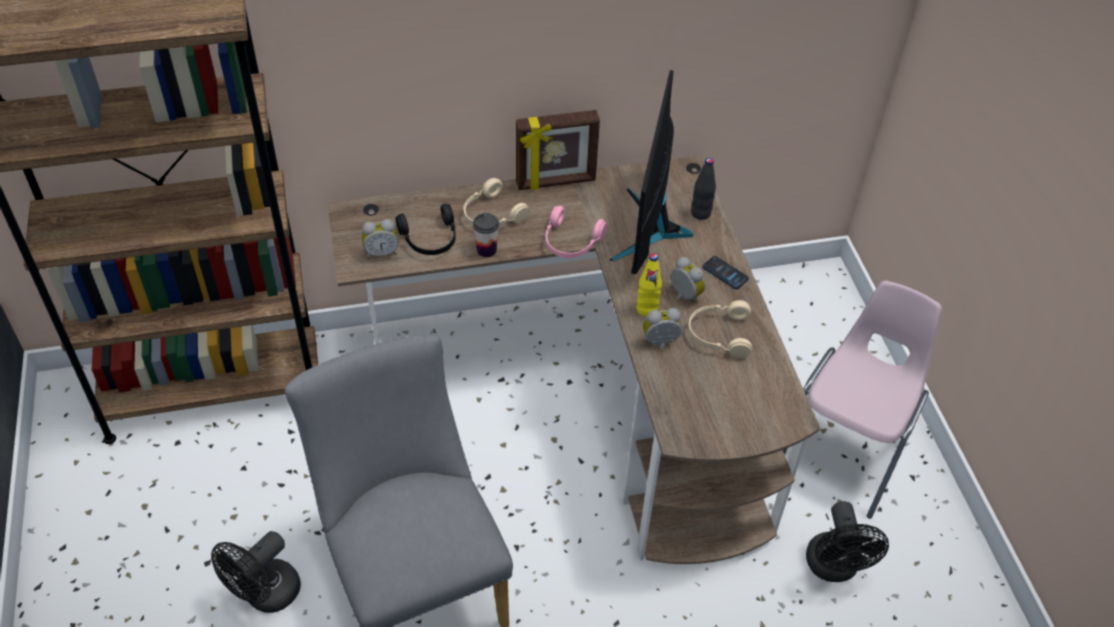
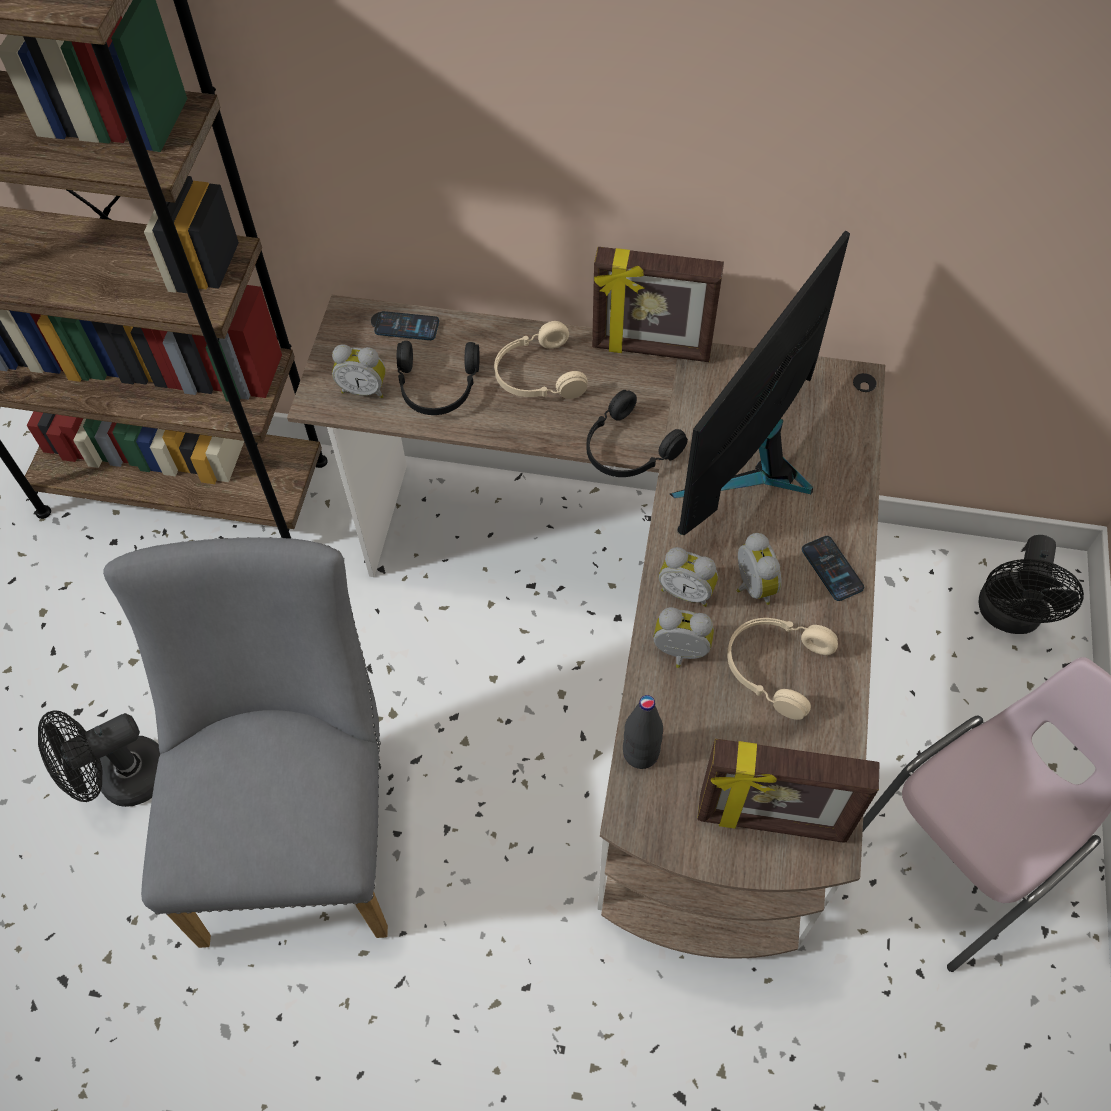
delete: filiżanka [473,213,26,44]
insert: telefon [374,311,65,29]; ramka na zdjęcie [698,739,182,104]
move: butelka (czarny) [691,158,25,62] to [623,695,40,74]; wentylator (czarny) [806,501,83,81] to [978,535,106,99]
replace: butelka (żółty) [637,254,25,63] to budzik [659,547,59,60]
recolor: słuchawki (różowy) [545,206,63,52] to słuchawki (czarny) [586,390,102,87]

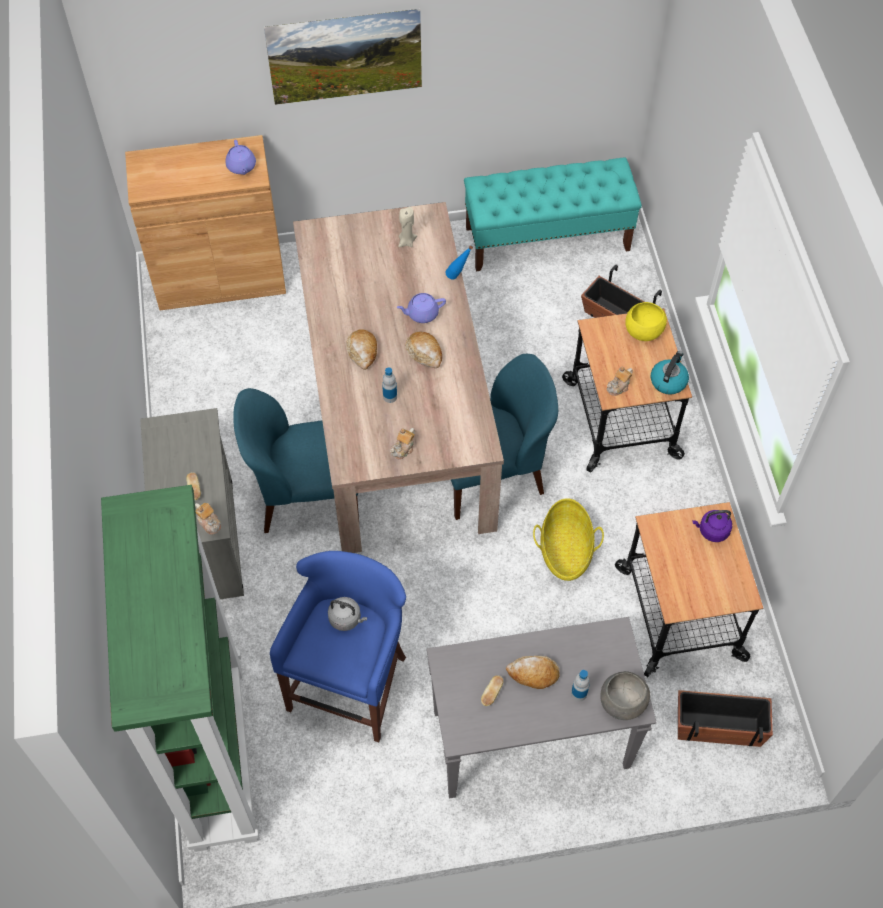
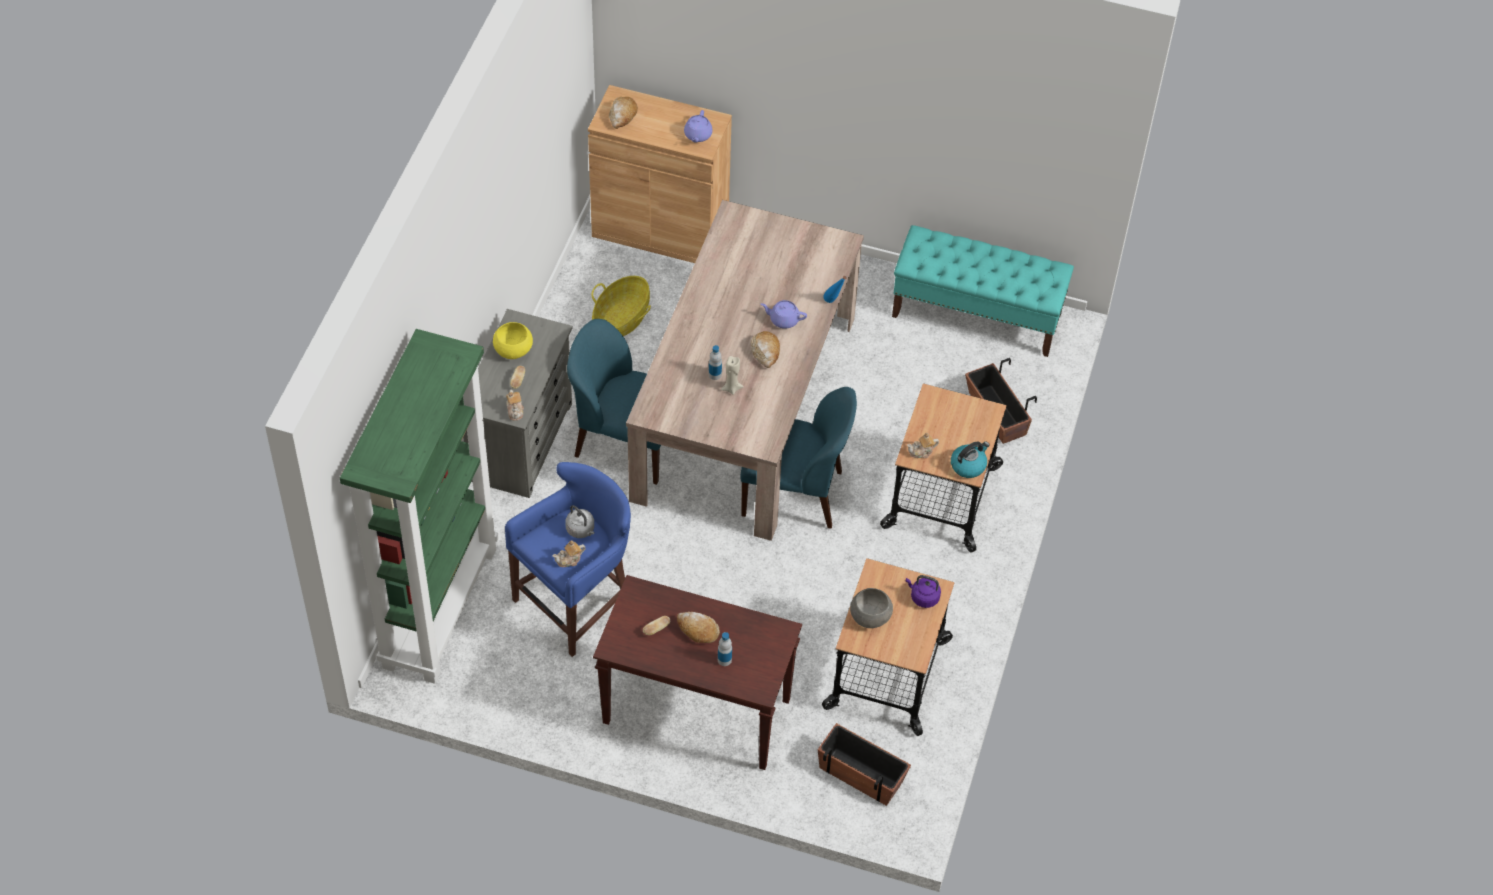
delete: obraz [264,9,158,96]
move: miska (żółty) [625,302,42,39] to [493,322,40,37]; imbryk [390,428,25,31] to [553,540,33,27]; koszyk [533,498,71,83] to [591,276,60,60]; chleb [346,329,31,41] to [609,97,29,32]; świeca (beżowy) [398,207,19,40] to [721,356,23,39]; miska (szary) [600,671,50,49] to [850,588,43,40]
recolor: stolik konsolowy (szary) [427,617,230,181] to stolik konsolowy (brązowy) [593,575,209,195]

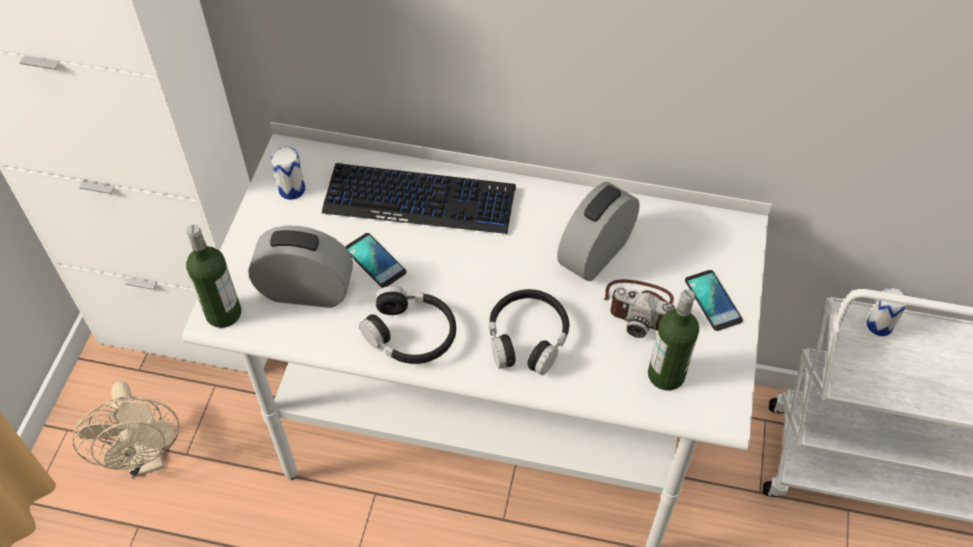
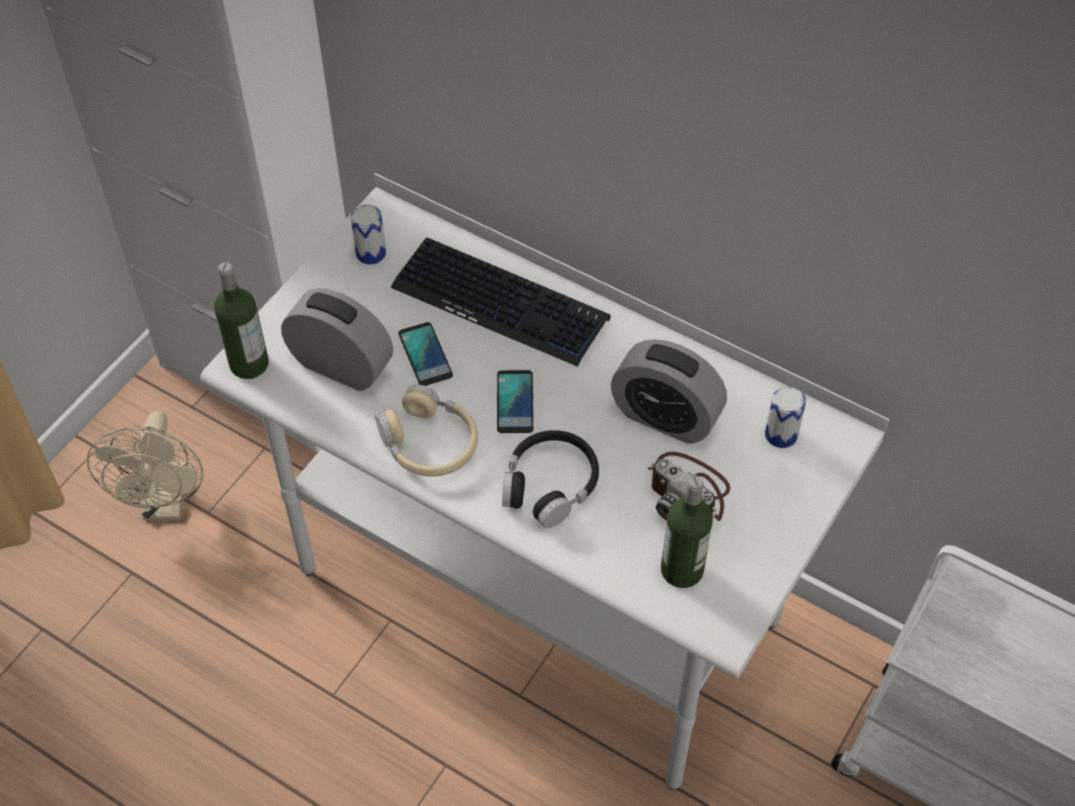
move: telefon [685,270,58,61] to [497,370,36,63]; puszka [867,288,40,48] to [765,386,41,62]
recolor: słuchawki (czarny) [359,286,97,78] to słuchawki (beżowy) [375,384,103,93]
rotate: budzik [557,182,83,99] = [611,339,116,105] 120 degrees counterclockwise

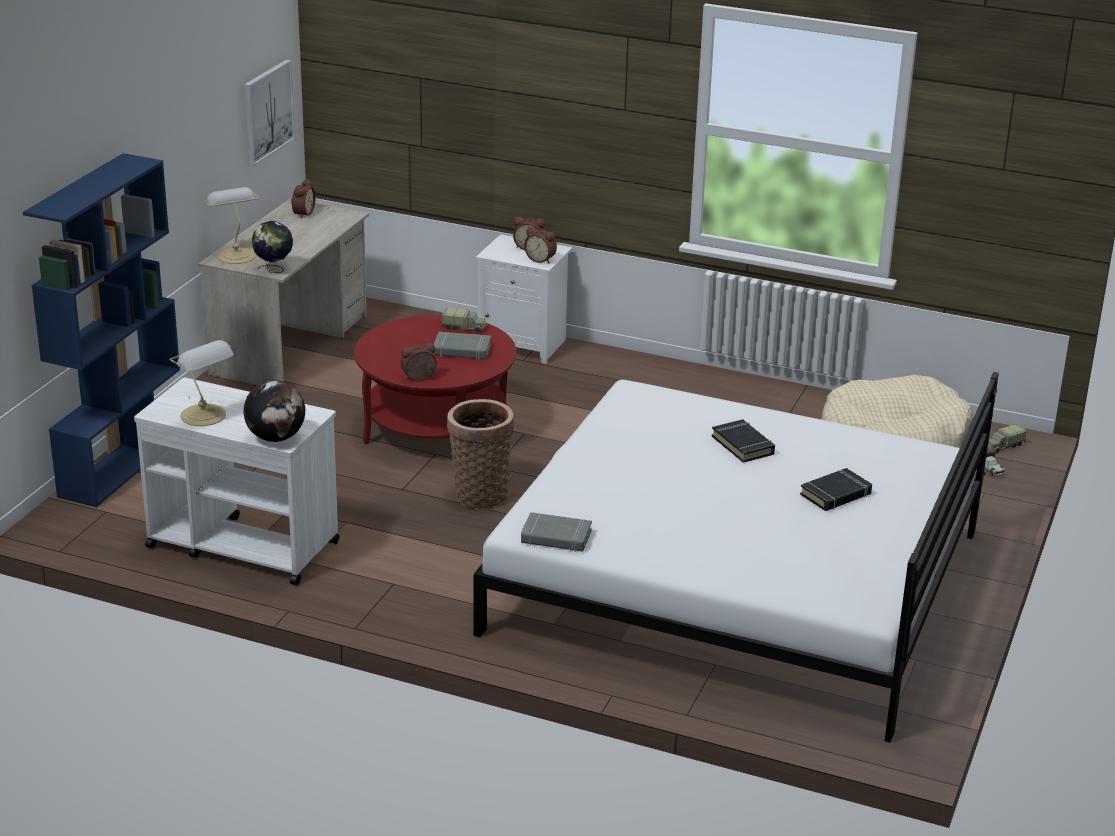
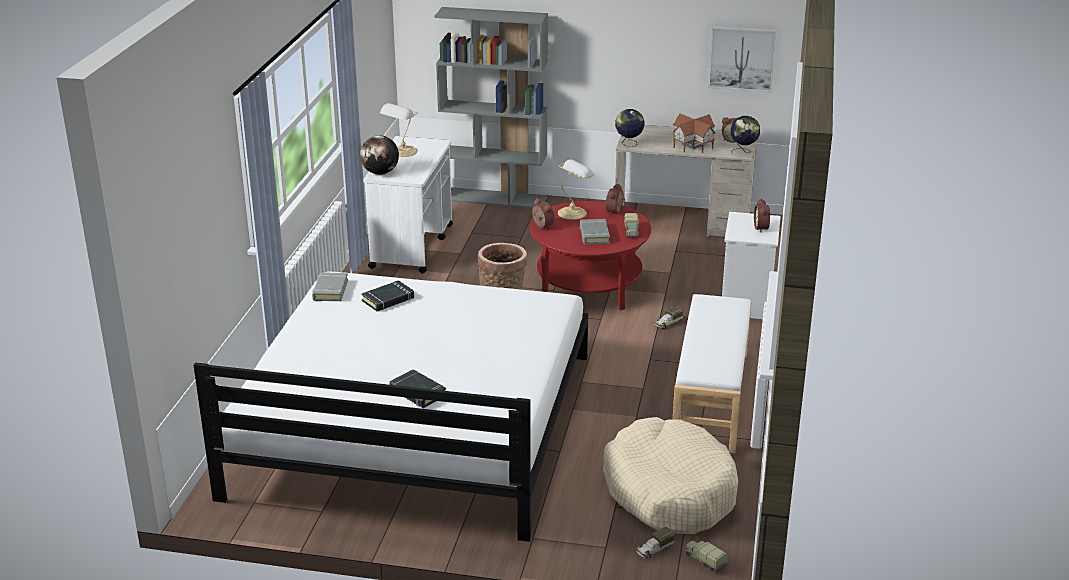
insert: ciężarówka zabawkowa [655,306,29,23]; domek [673,114,42,39]; ławka (biały) [673,294,79,159]; globus [731,116,29,37]
move: książka (czarny) [712,419,63,44] to [361,280,53,32]; lampa stołowa [205,187,54,77] to [558,160,37,60]; budzik [524,227,33,37] to [606,183,19,31]
recolor: regał (niebieski) [23,153,157,354] to regał (szary) [434,7,114,201]

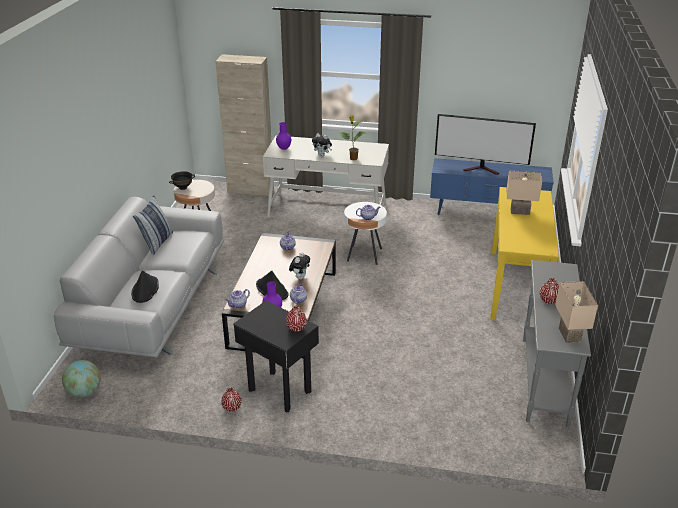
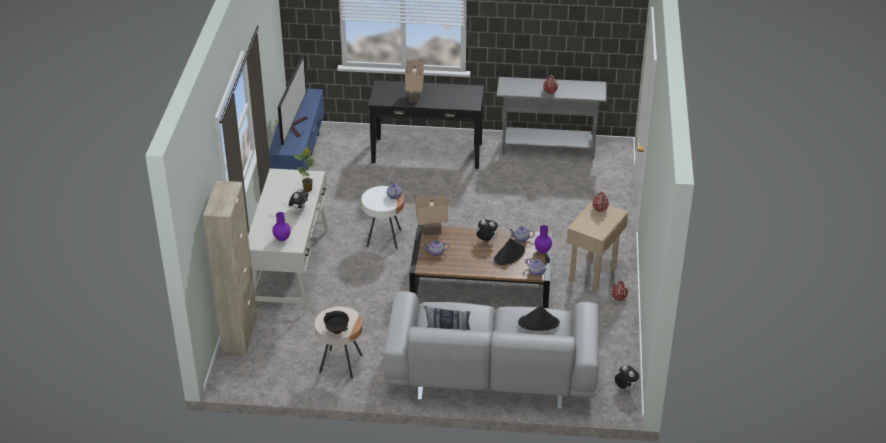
move: lampa stołowa (beżowy) [555,281,43,62] to [416,194,32,42]
replace: globus [62,360,39,37] to pluszak [614,365,25,25]
recolor: stolik konsolowy (żółty) [490,187,69,134] to stolik konsolowy (czarny) [368,80,116,89]; stolik (czarny) [233,301,86,111] to stolik (beżowy) [567,201,62,91]

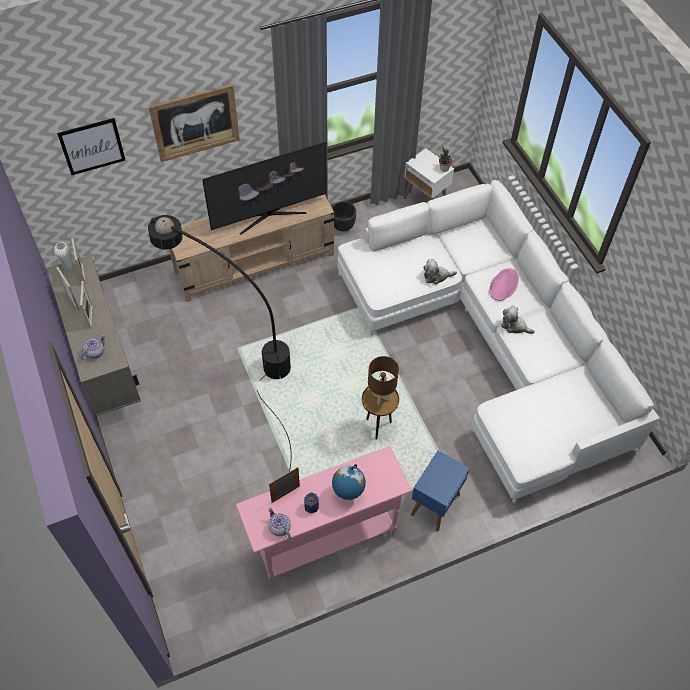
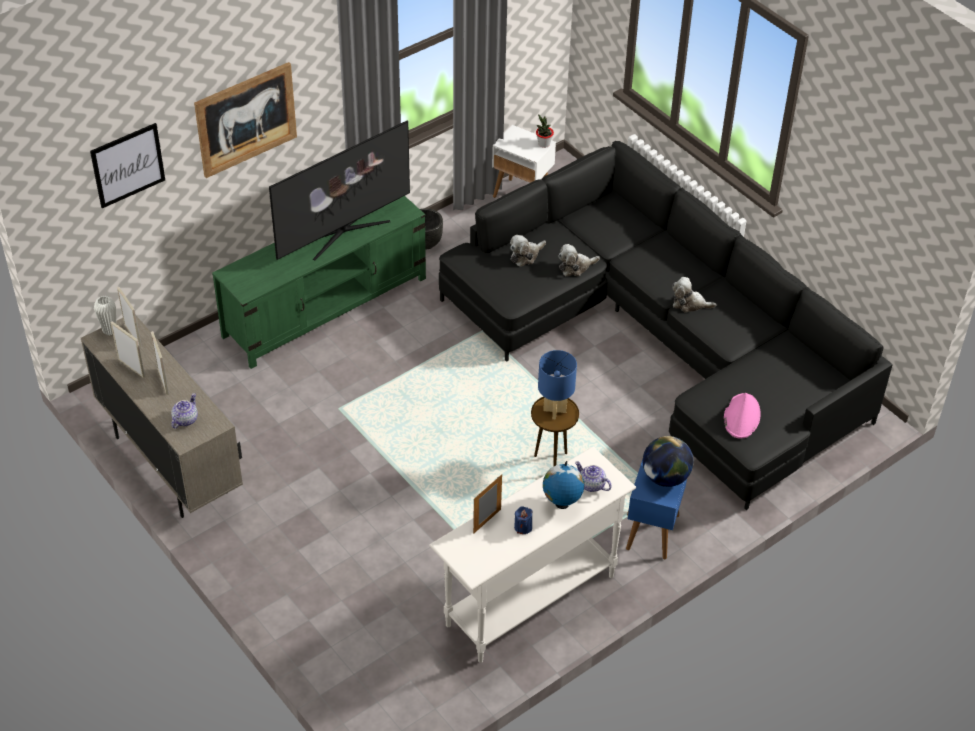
delete: lampa stojąca (czarny) [148,215,144,257]
insert: pluszak [510,235,36,32]; globus [643,436,51,51]
move: imbryk [268,507,23,32] to [575,461,37,31]; kapelusz (różowy) [489,268,30,33] to [724,393,36,45]
recolor: szafka pod telewizor (beżowy) [169,194,165,108] to szafka pod telewizor (zielony) [212,196,214,173]; stolik konsolowy (różowy) [235,446,177,139] to stolik konsolowy (biały) [429,447,207,216]; kanapa (biały) [338,180,321,323] to kanapa (czarny) [439,141,454,369]; lampa stołowa (brązowy) [368,356,31,49] to lampa stołowa (niebieski) [538,350,39,69]

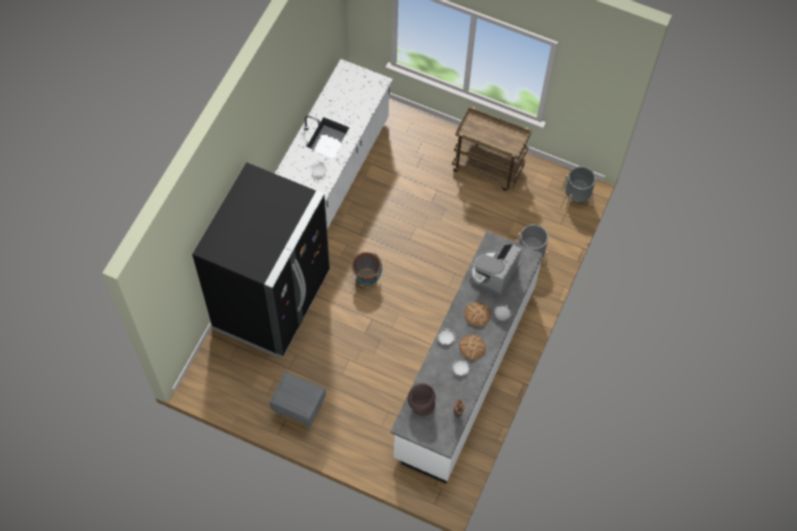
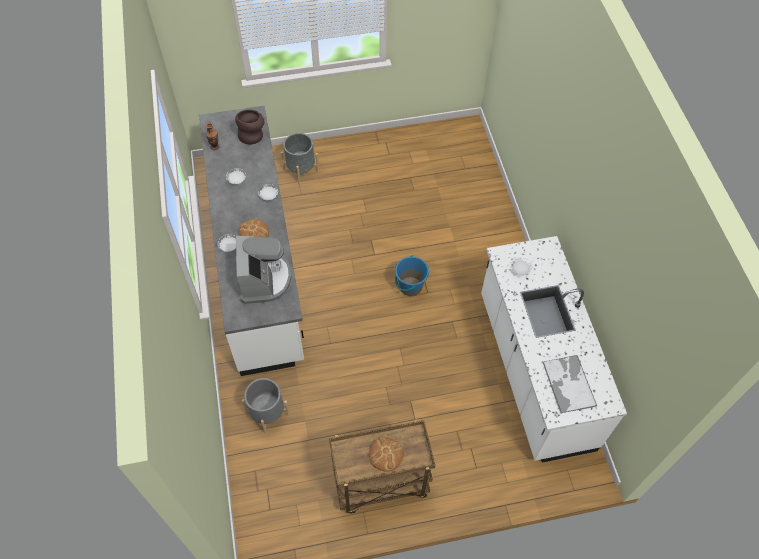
delete: lodówka (czarny) [192,162,138,196]; szafka nocna (szary) [269,371,57,60]
insert: taca [542,355,55,58]
move: donica (szary) [563,166,33,42] to [281,133,38,51]; chleb [459,335,27,25] to [369,437,35,35]
recolor: wiadro (brązowy) [352,252,30,34] to wiadro (niebieski) [395,255,34,41]

